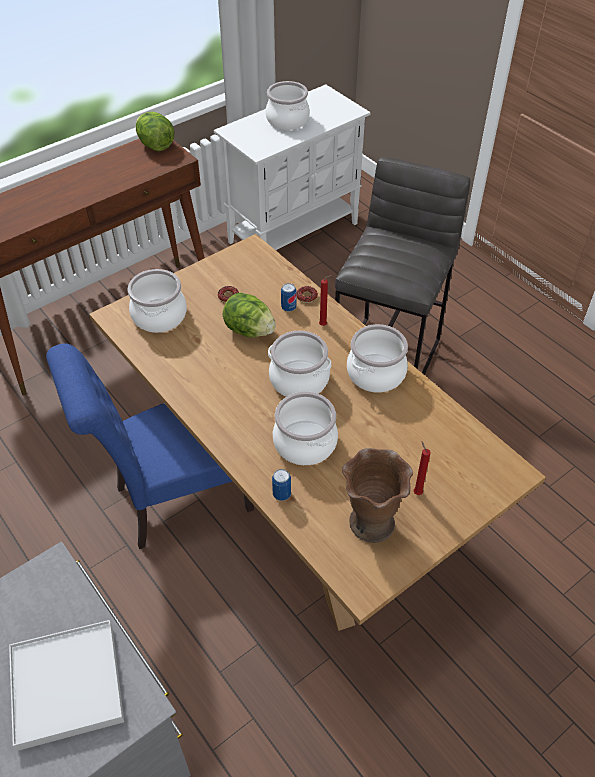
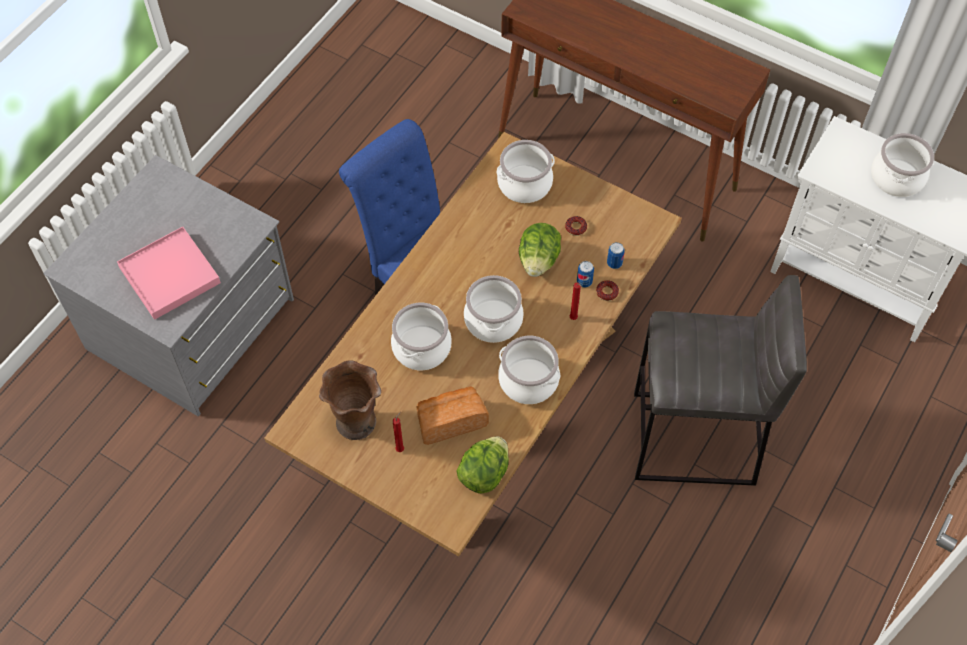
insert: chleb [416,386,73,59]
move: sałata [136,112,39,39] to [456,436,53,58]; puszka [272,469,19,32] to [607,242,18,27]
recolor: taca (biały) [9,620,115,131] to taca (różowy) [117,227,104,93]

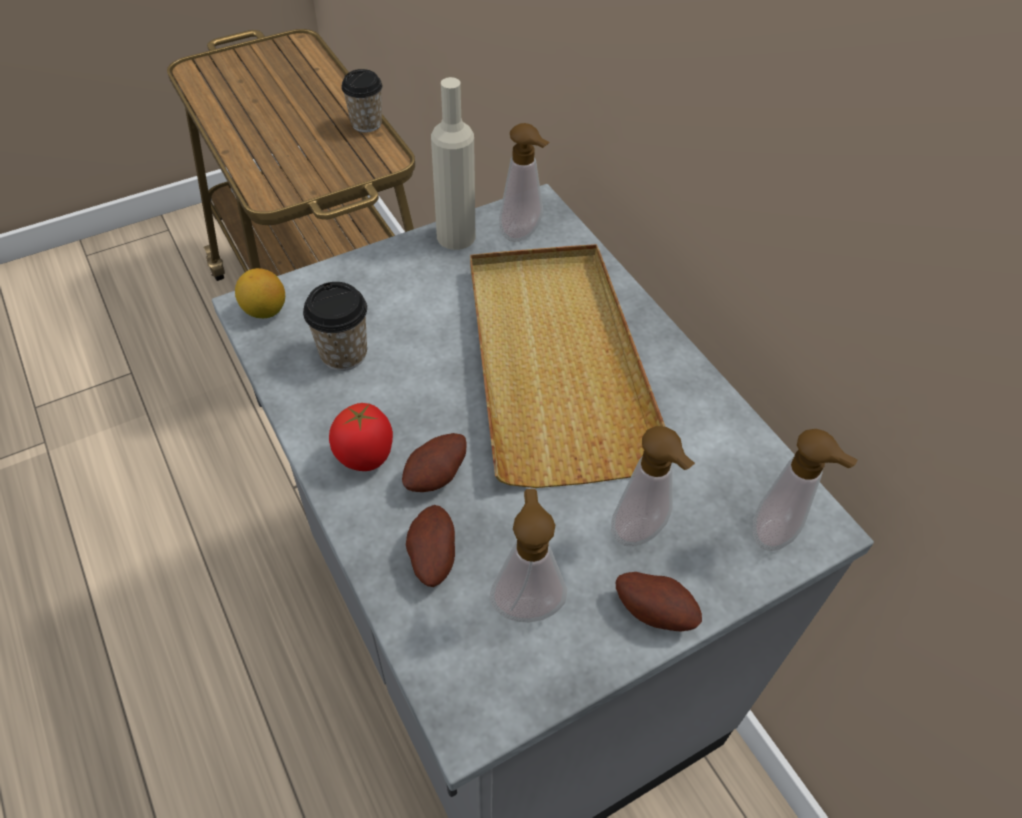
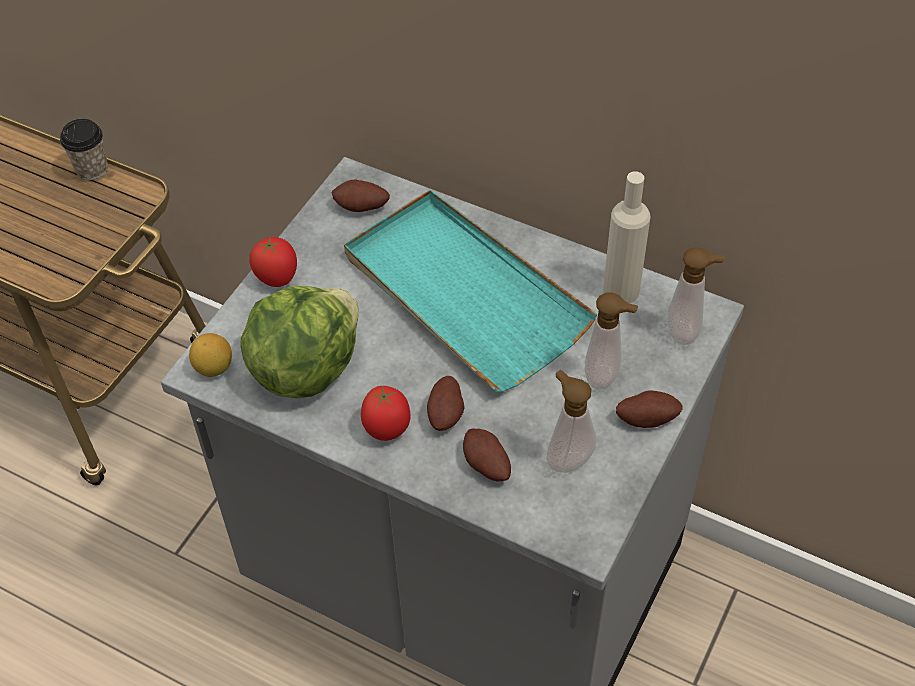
insert: pomidor [249,237,48,50]
move: butelka (beżowy) [431,77,45,173] to [603,171,47,133]
replace: filiżanka [303,282,64,89] to sałata [241,286,118,112]; dozownik mydła [499,123,51,119] to ziemniak [332,180,58,32]
recolor: taca (beżowy) [470,244,196,244] to taca (turkusowy) [344,190,253,202]

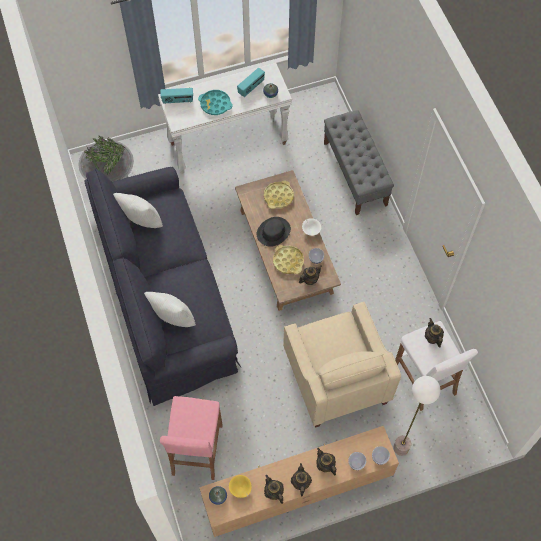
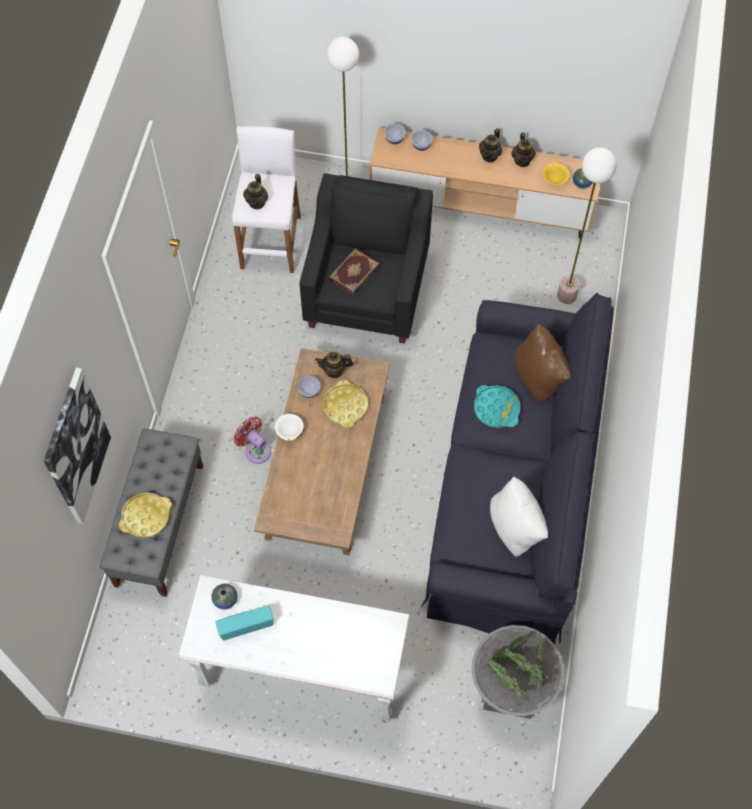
delete: radio [160,88,33,16]; kapelusz (czarny) [257,217,34,30]; imbryk [316,448,21,27]
insert: obraz [44,368,67,156]; wentylator (czerwony) [234,417,37,47]; książka [328,248,52,47]
move: taca (żółty) [264,181,30,28] to [119,493,53,45]; taca (turkusowy) [198,90,35,25] to [474,385,46,43]
replace: stołek (różowy) [160,396,63,84] to lampa stojąca [557,147,60,157]
recolor: fotel (beżowy) [283,302,118,126] to fotel (czarny) [300,173,133,171]; poduszka (biały) [144,292,52,35] to poduszka (brązowy) [515,323,56,80]

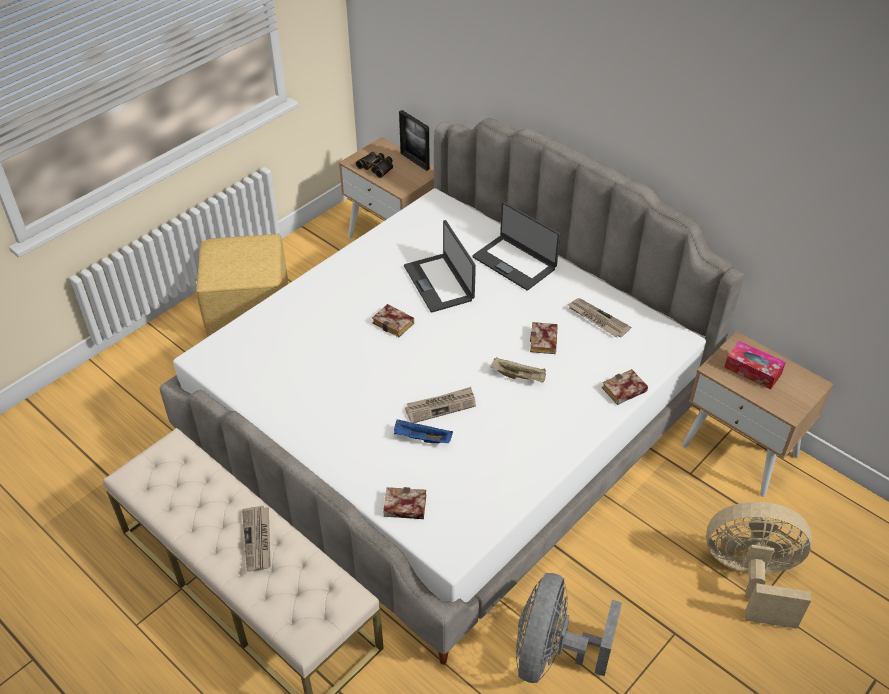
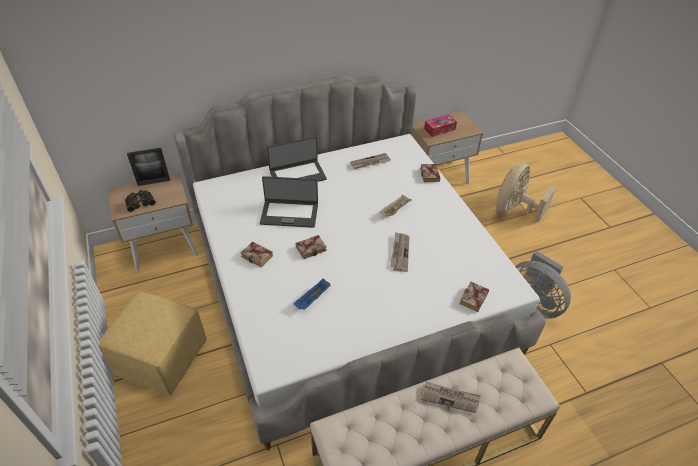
move: książka [530,322,28,32] to [241,242,32,25]; taca (niebieski) [394,419,59,24] to [293,279,37,31]

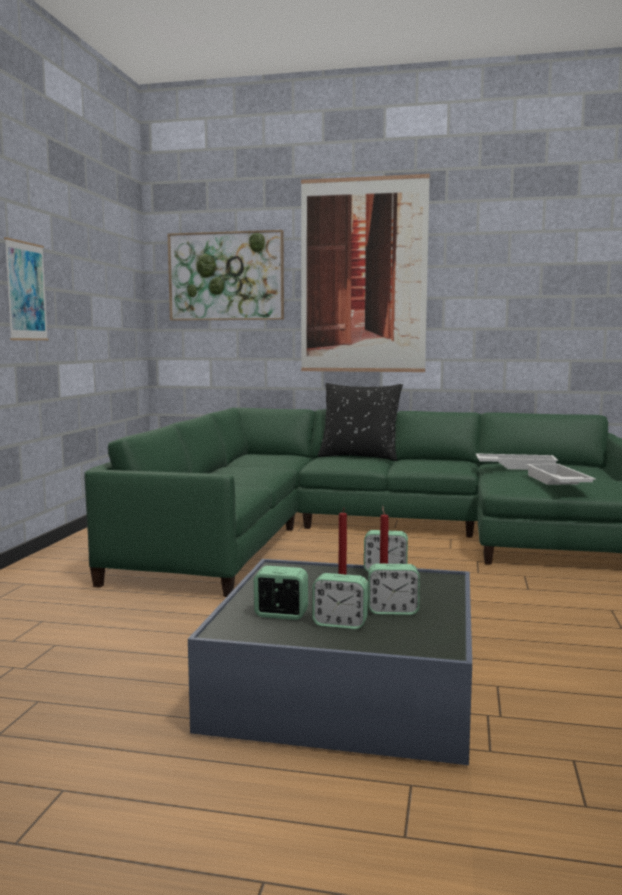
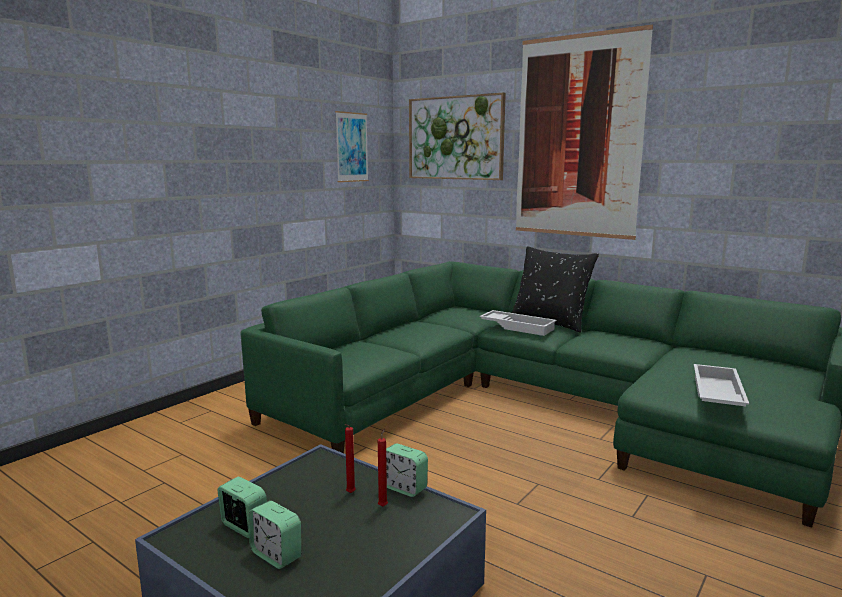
delete: budzik [368,564,52,51]
move: obraz [4,237,45,103] to [335,111,34,71]; taca (biały) [476,453,82,17] to [479,310,78,26]

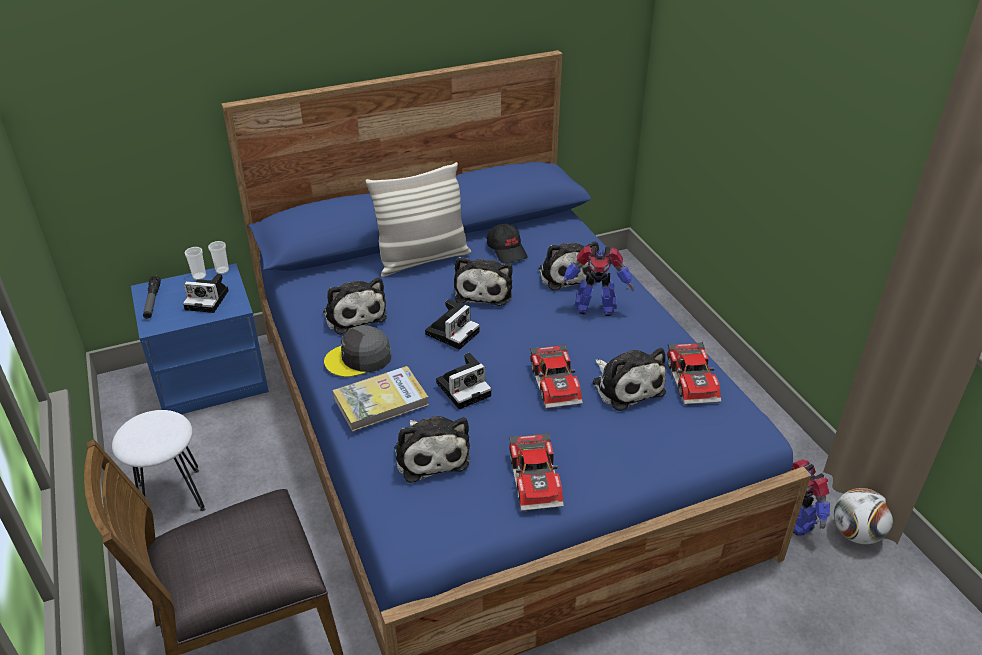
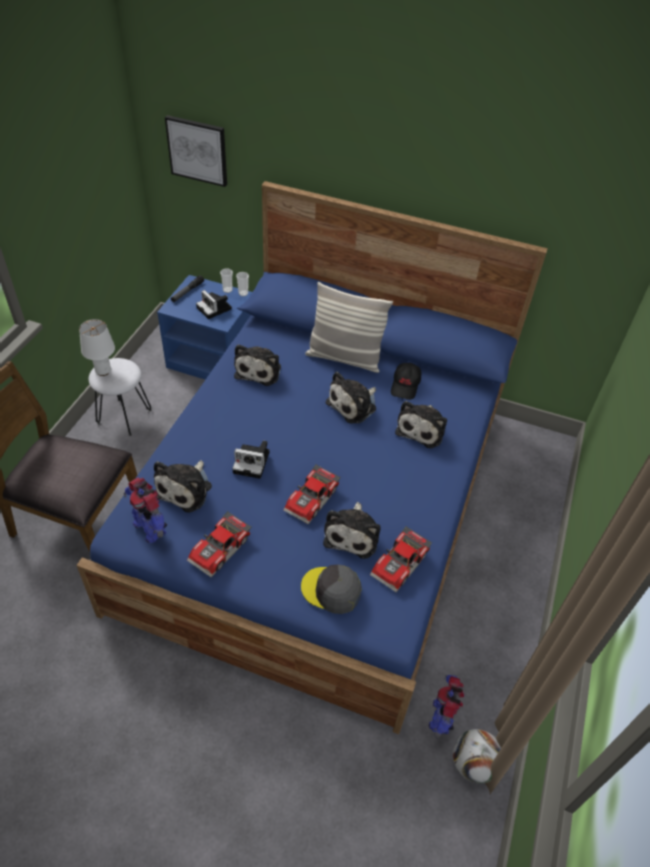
delete: książka [333,366,96,66]; aparat fotograficzny [425,299,55,51]
insert: lampa stołowa (biały) [79,319,36,57]; obraz [165,115,62,72]
move: robot zabawkowy [561,246,73,70] to [124,478,43,65]; czapka z daszkiem (szary) [324,325,67,52] to [301,565,61,49]

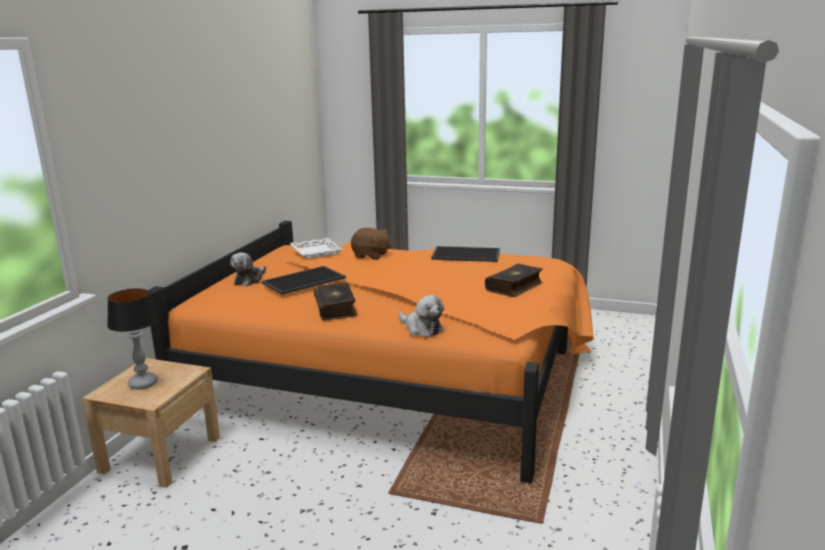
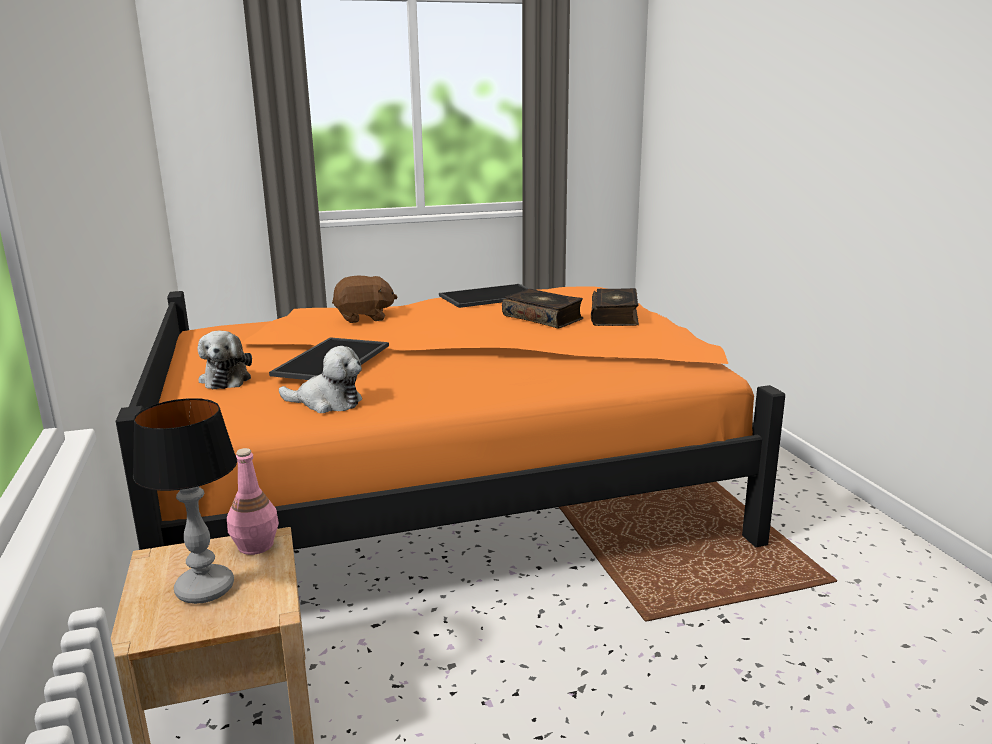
delete: taca (biały) [290,238,53,21]
insert: butelka (różowy) [227,448,52,107]
move: pluszak [399,295,45,42] to [279,346,83,67]; książka [314,282,43,38] to [502,289,81,39]

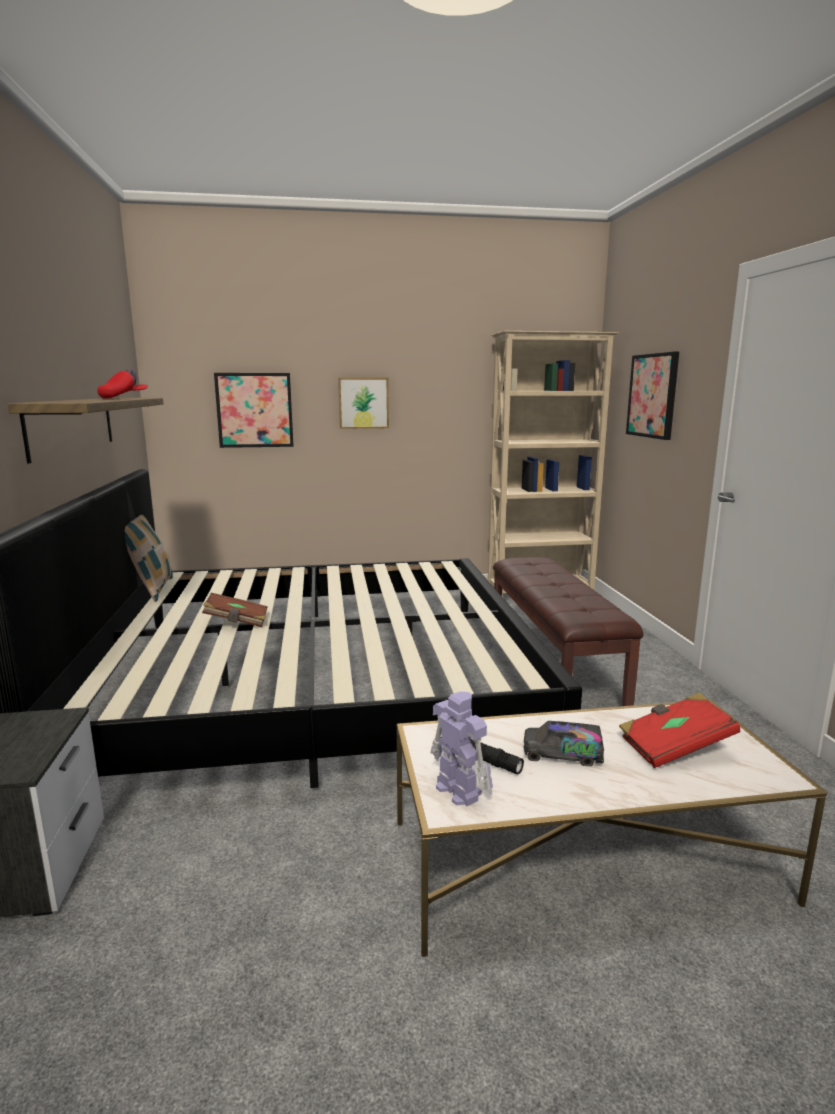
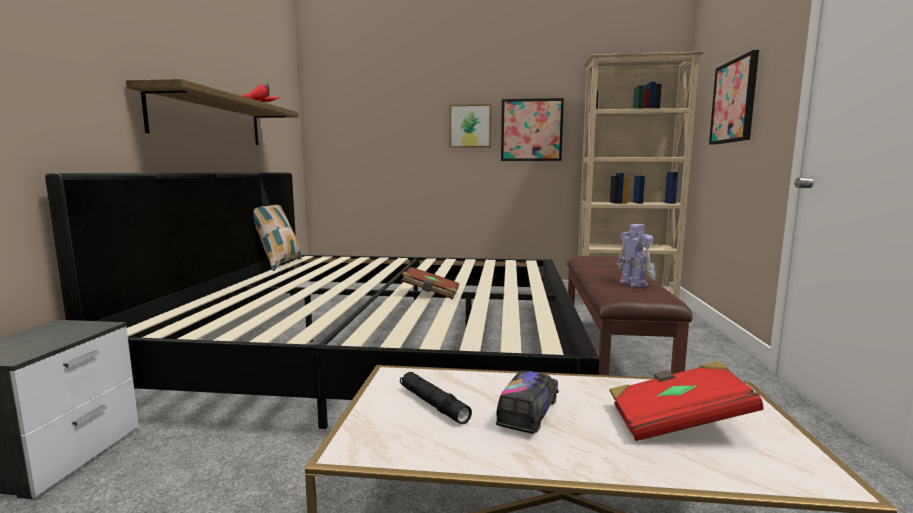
move: książka (brązowy) [202,593,66,34] to [401,267,59,32]; obraz [214,373,79,75] to [501,98,63,63]; robot zabawkowy [430,691,63,115] to [617,224,39,63]
rotate: ciężarówka zabawkowa [523,721,81,45] = [496,371,63,63] 90 degrees clockwise

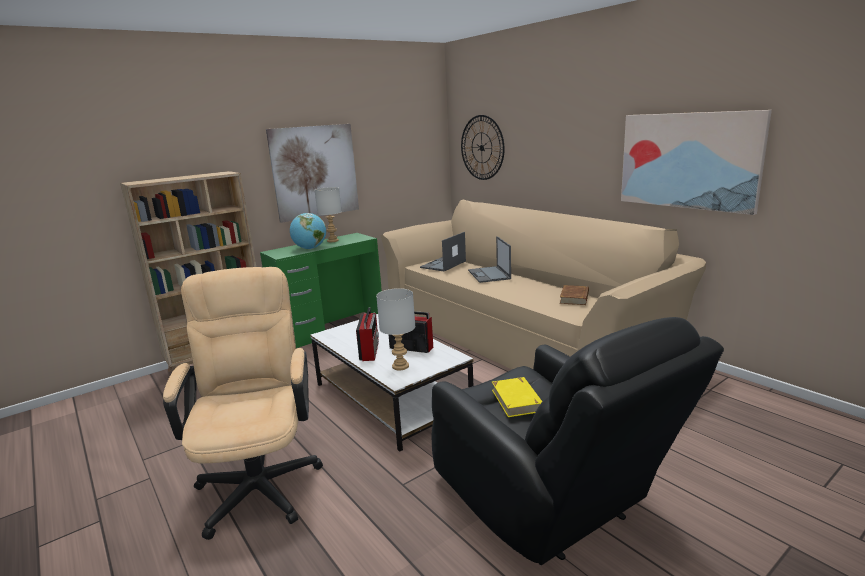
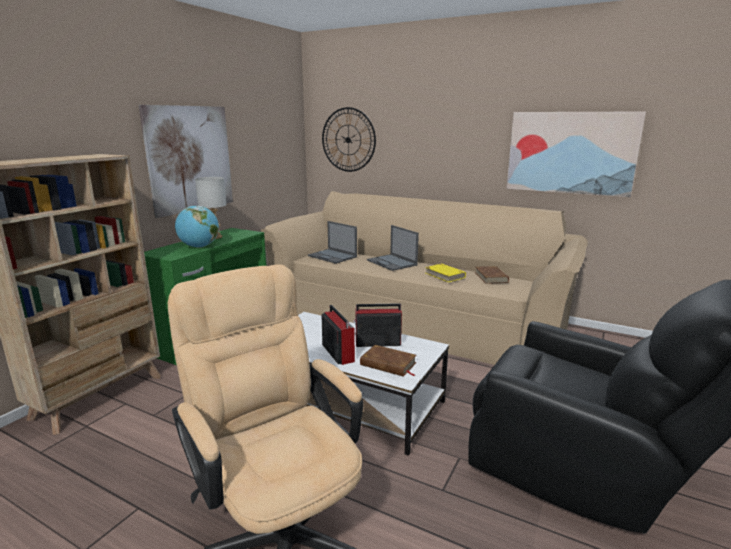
move: książka (żółty) [492,377,50,40] to [425,263,41,19]
replace: lampa stołowa (szary) [376,288,39,82] to książka (brązowy) [360,345,57,32]
rotate: laptop [420,232,46,39] = [308,221,49,43] 60 degrees counterclockwise

